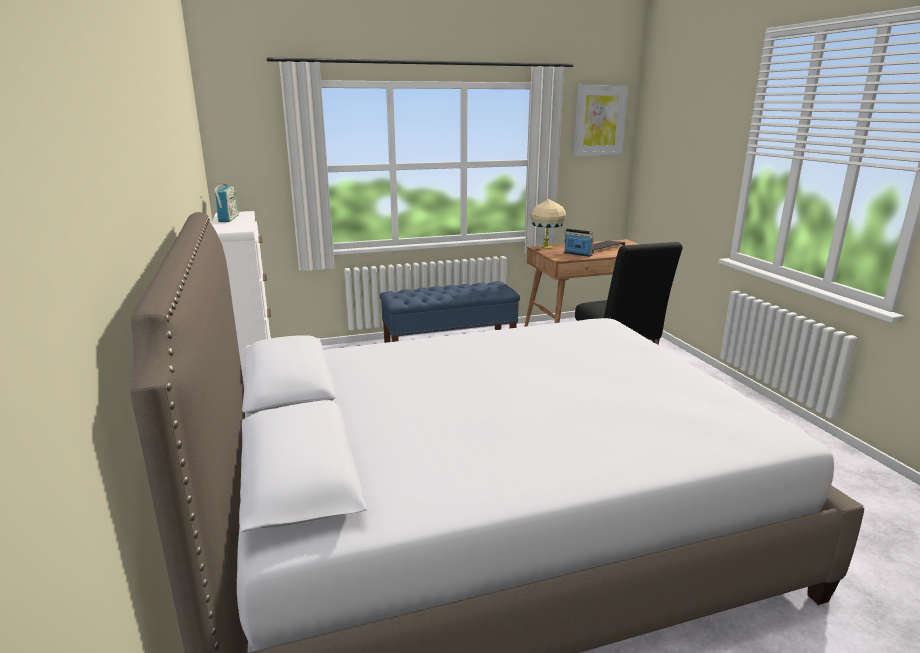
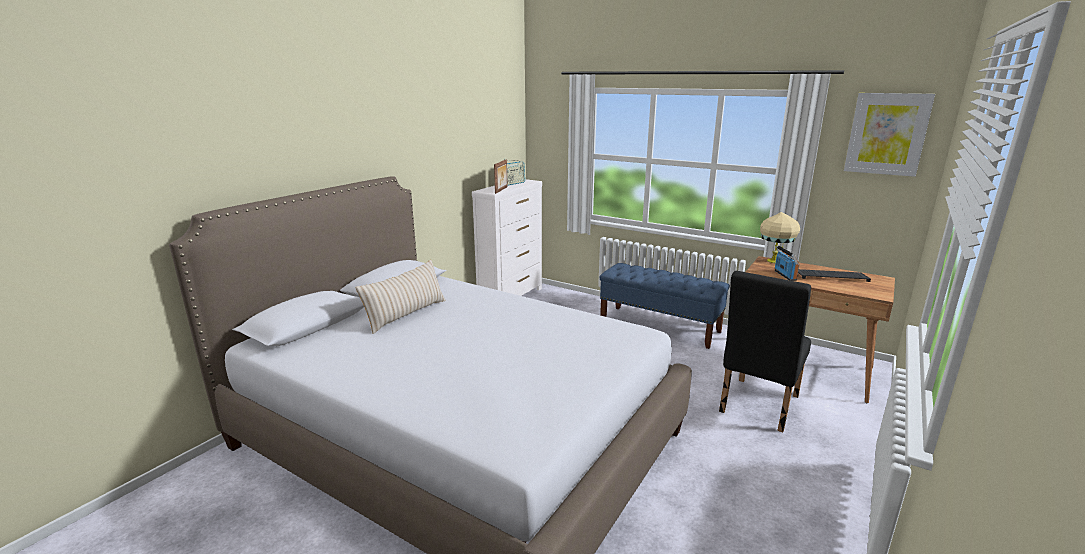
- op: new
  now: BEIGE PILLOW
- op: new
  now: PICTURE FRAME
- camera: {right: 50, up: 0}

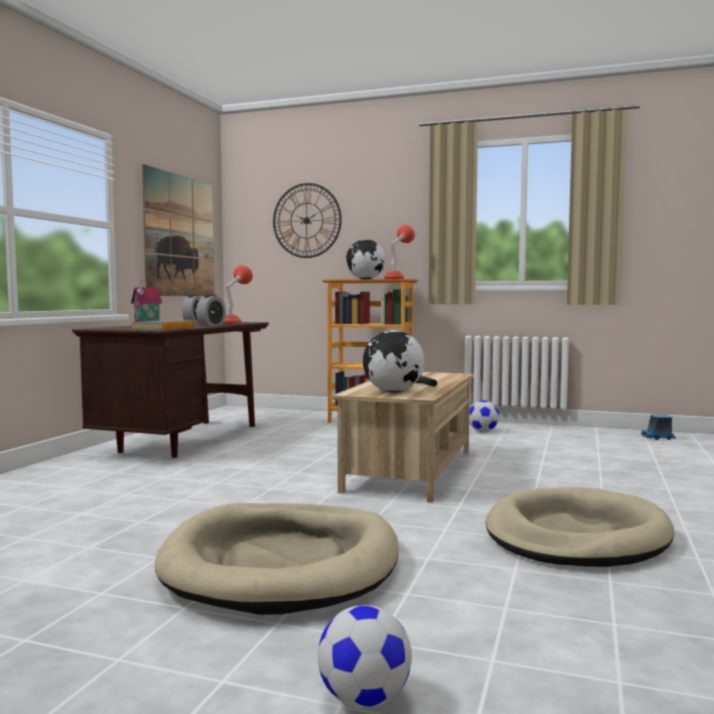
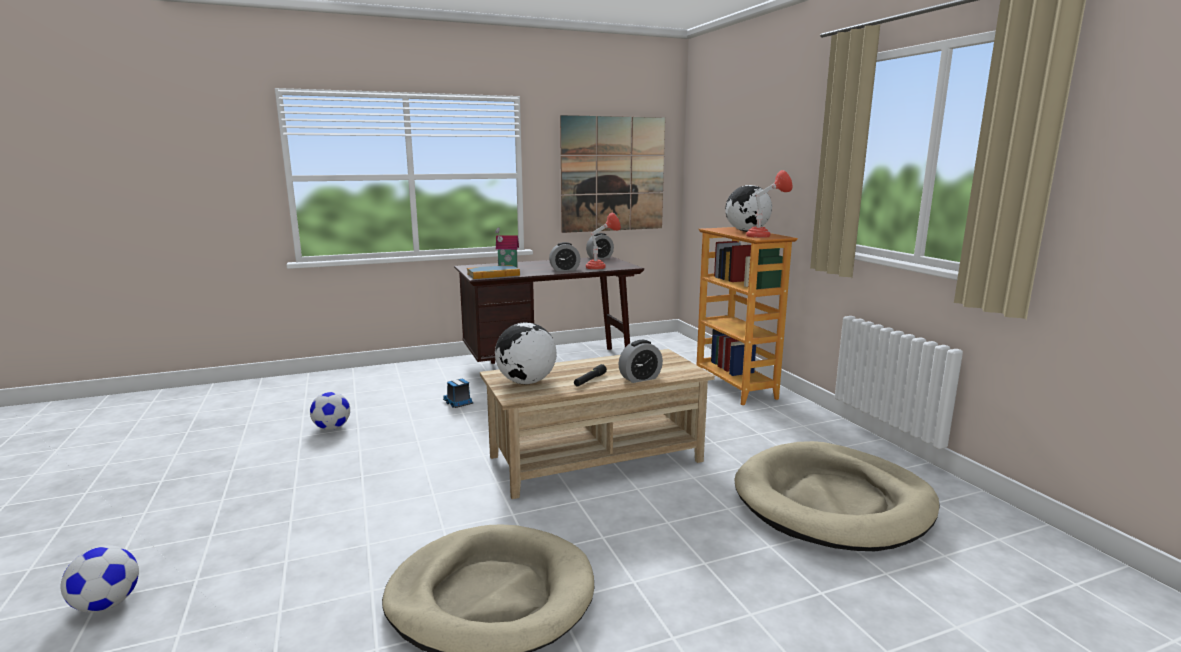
- op: gone
  was: WALL CLOCK
- op: new
  now: ALARM CLOCK (no. 3 from left)
- op: shifted
  was: BEIGE DOG BED (no. 1 from left in the first image)
  now: BEIGE DOG BED (no. 2 from left)
- op: shifted
  was: FOOTBALL (no. 2 from left)
- op: shifted
  was: TOY TRUCK
- camera: {right: 50, up: 10}

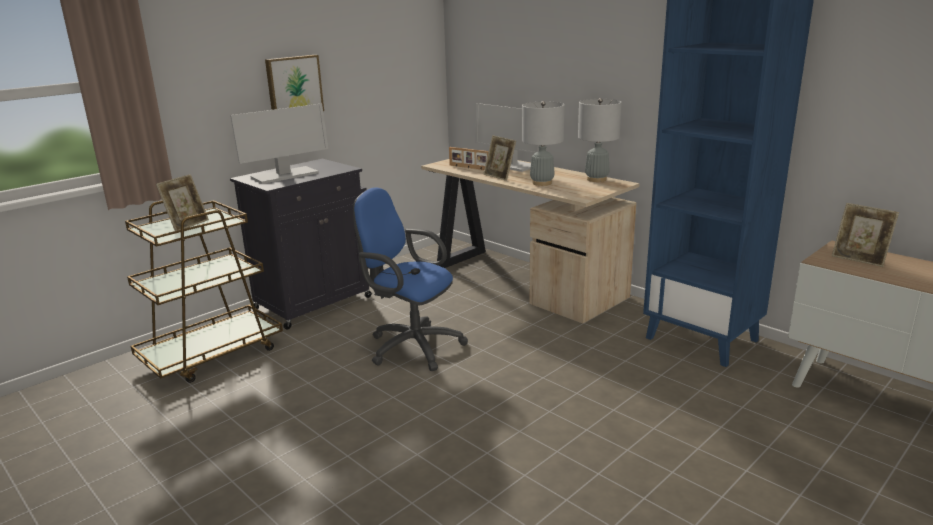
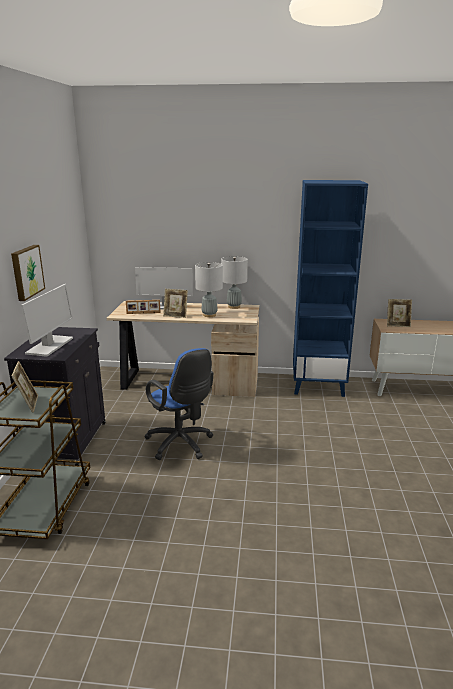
- op: rotated
  was: BLUE OFFICE CHAIR
  clockwise: -120
- camera: {right: -40, up: 0}

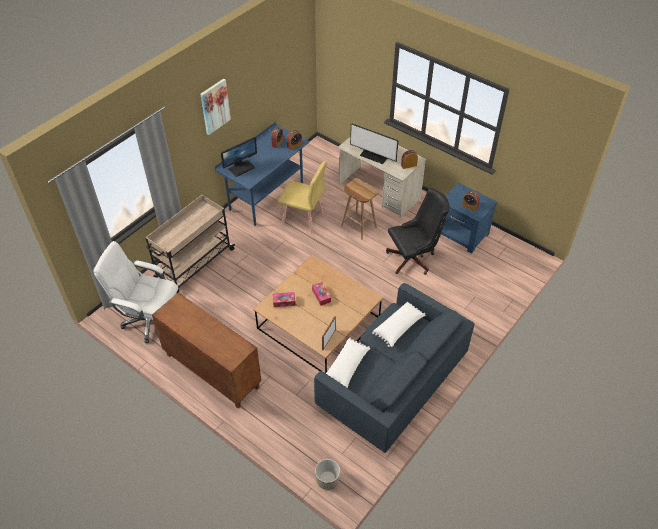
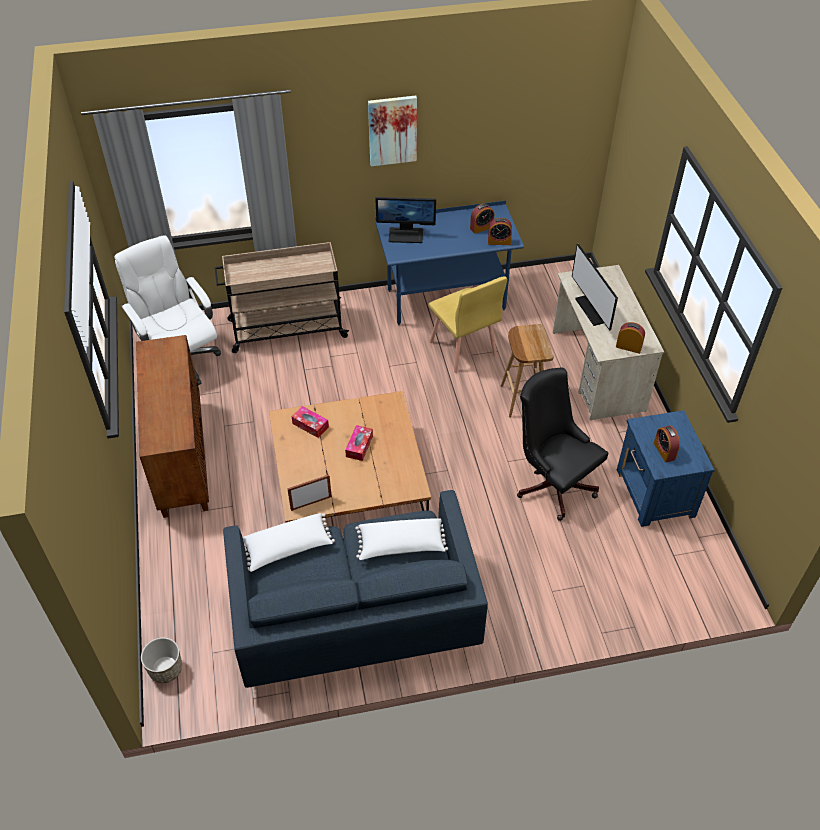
- op: rotated
  was: BLACK OFFICE CHAIR
  clockwise: -150
- camera: {right: 40, up: 0}

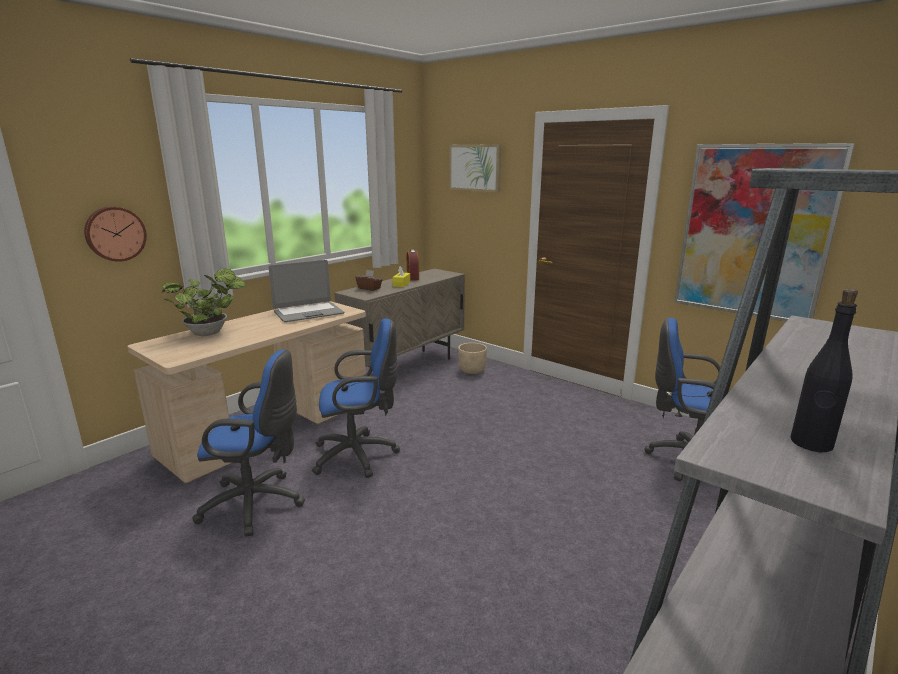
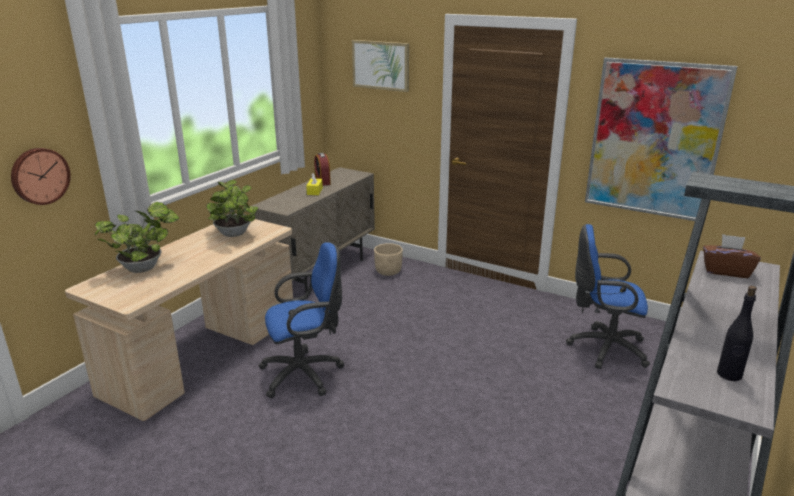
- op: gone
  was: BLUE OFFICE CHAIR (no. 1 from left)
- op: shifted
  was: BROWN TISSUE BOX
- op: swapped
  was: LAPTOP
  now: POTTED PLANT (no. 2 from left)
- camera: {right: -10, up: 5}

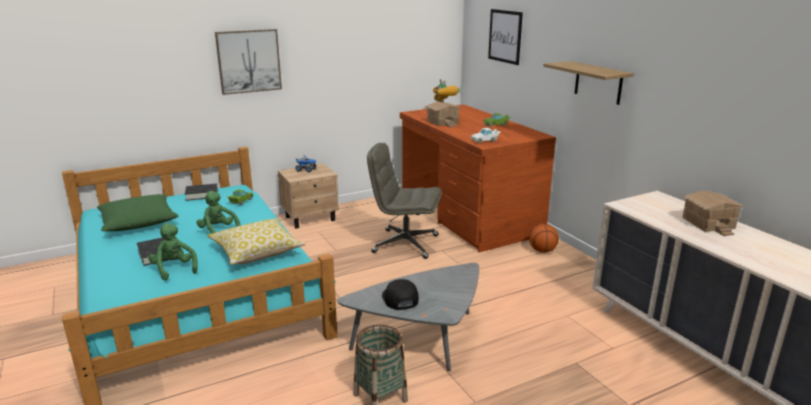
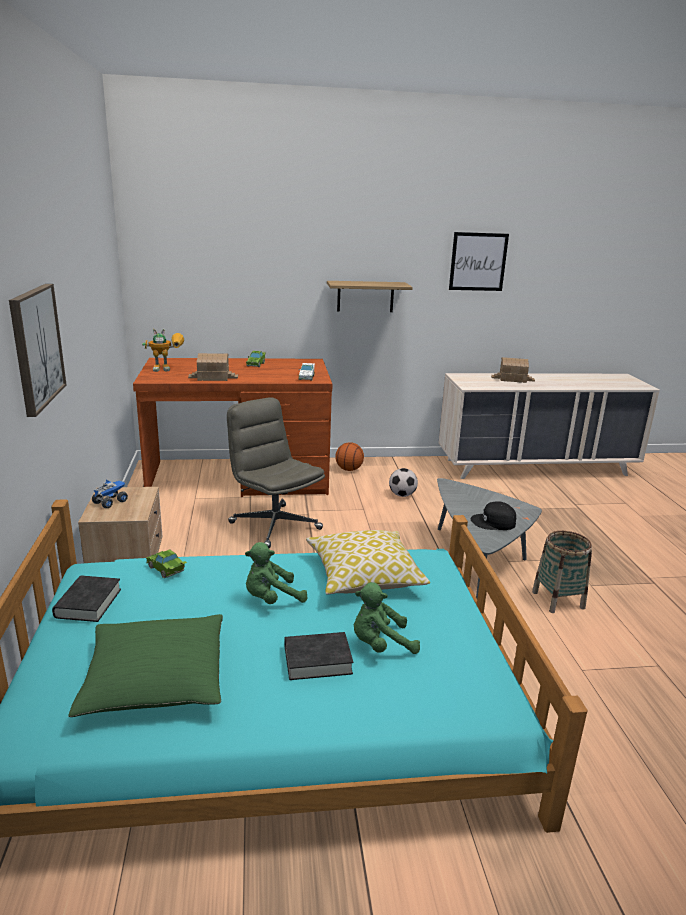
- op: new
  now: FOOTBALL
- op: shifted
  was: PICTURE (no. 2 from left)
- op: rotated
  was: GREY OFFICE CHAIR
  clockwise: 105
- camera: {right: -70, up: 0}

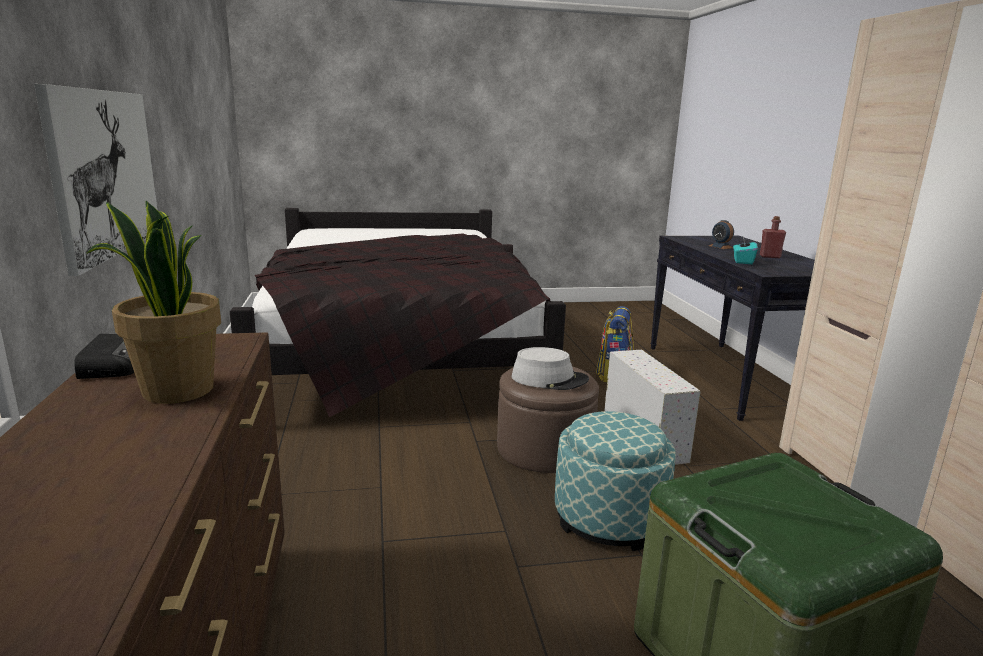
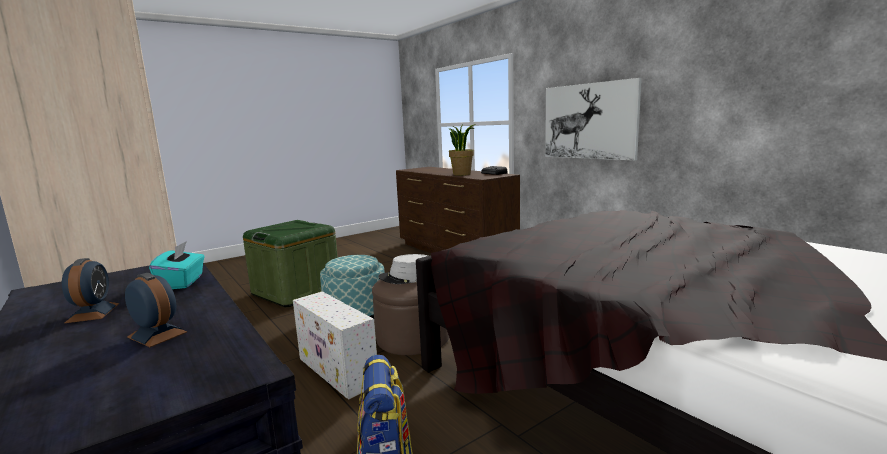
- op: swapped
  was: RED BOTTLE
  now: ALARM CLOCK (no. 1 from left)
- camera: {right: 155, up: -5}

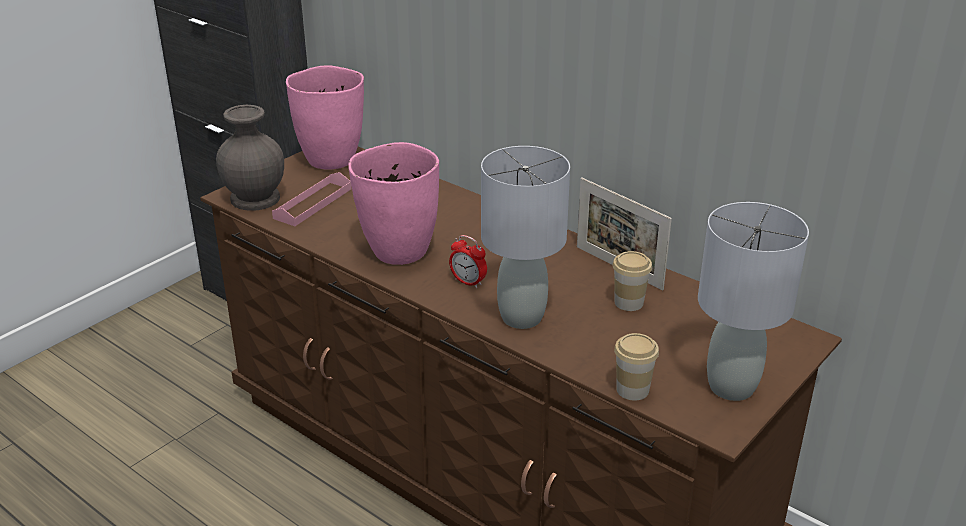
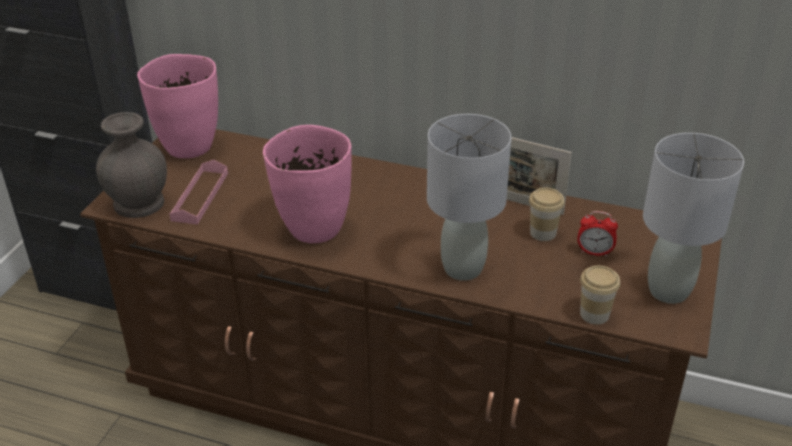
- op: shifted
  was: ALARM CLOCK
- camera: {right: -20, up: 5}

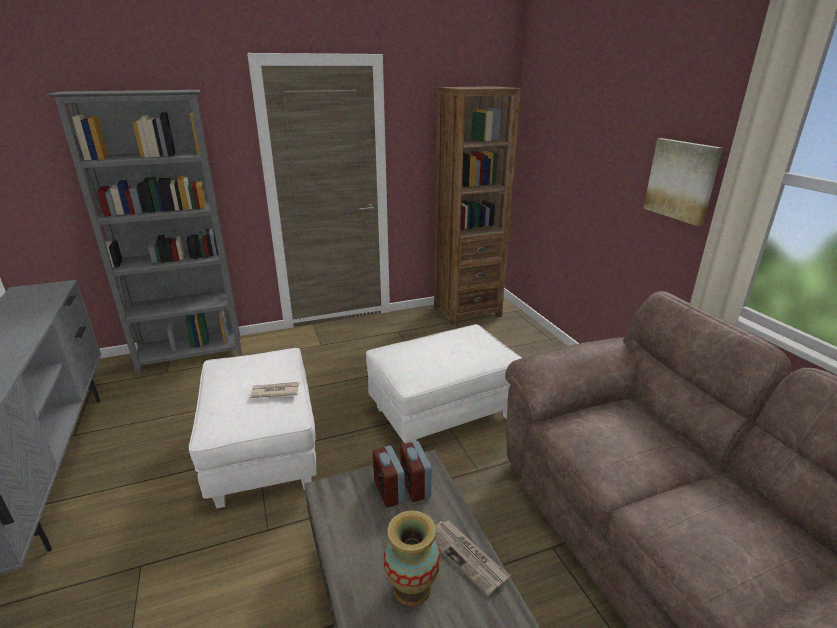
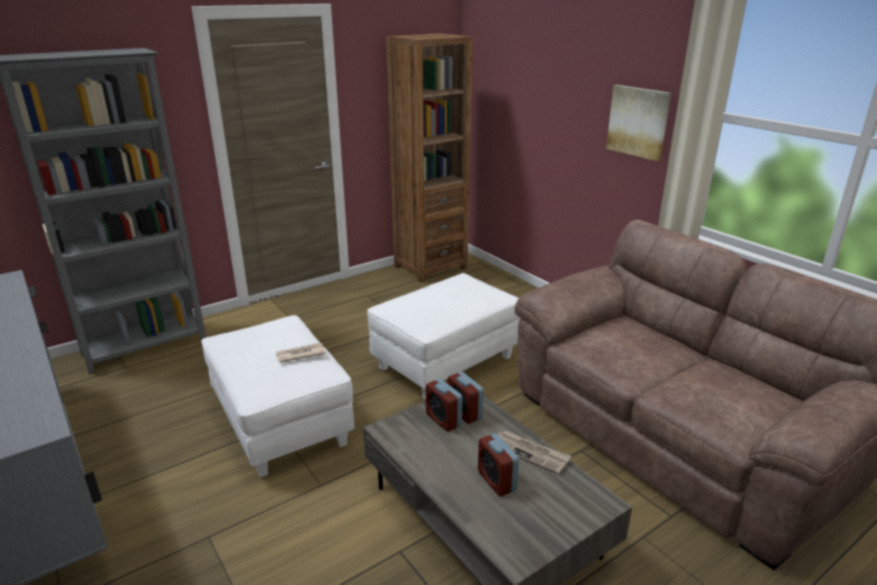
- op: swapped
  was: VASE
  now: ALARM CLOCK (no. 3 from left)
- camera: {right: -15, up: 0}

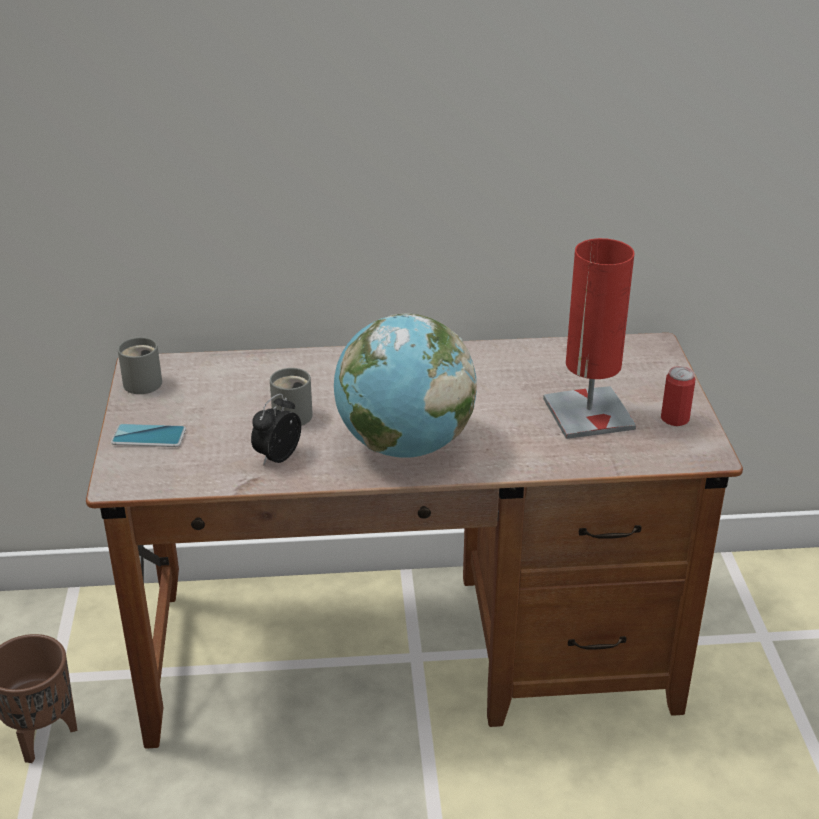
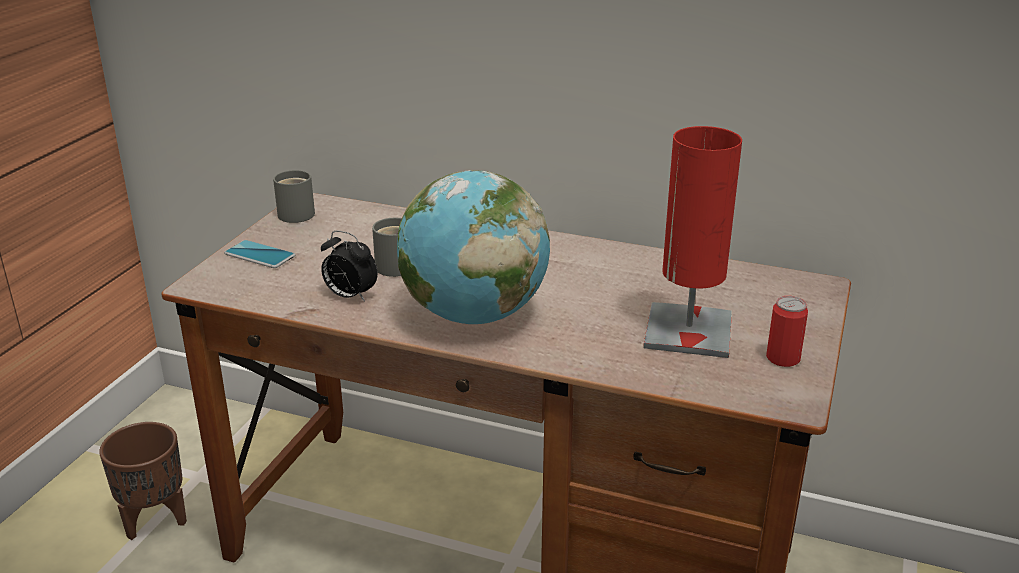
- op: rotated
  was: ALARM CLOCK
  clockwise: -120
- camera: {right: 25, up: -5}

